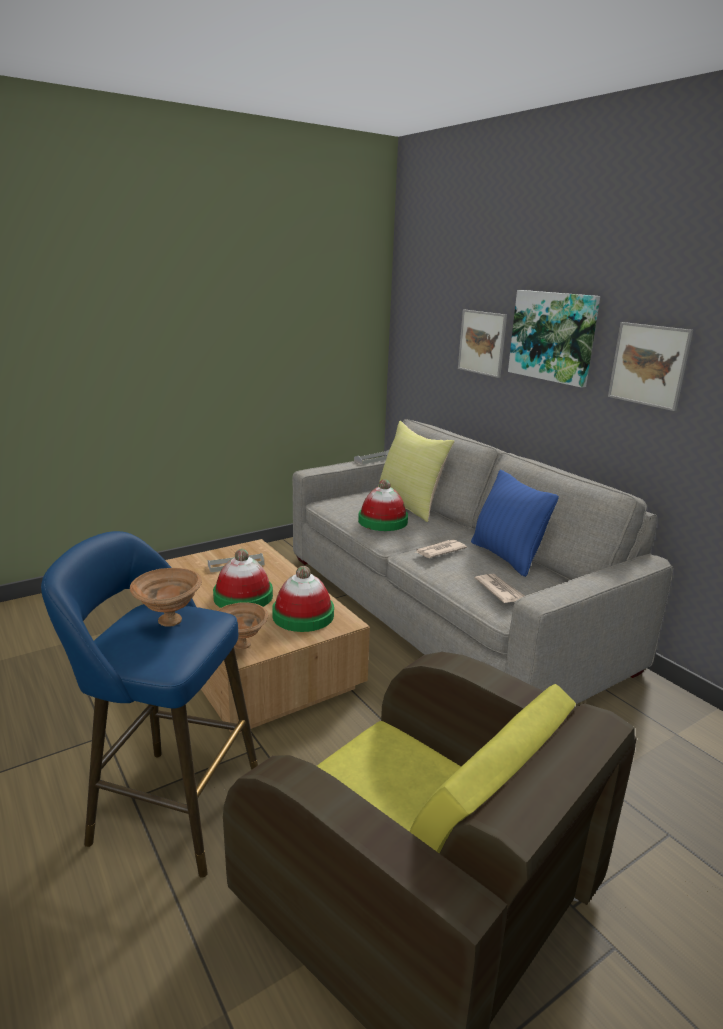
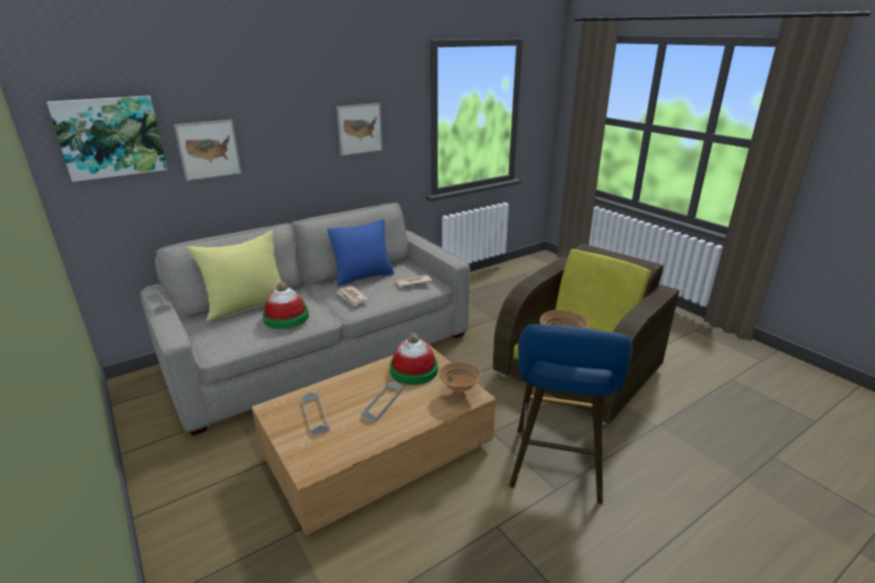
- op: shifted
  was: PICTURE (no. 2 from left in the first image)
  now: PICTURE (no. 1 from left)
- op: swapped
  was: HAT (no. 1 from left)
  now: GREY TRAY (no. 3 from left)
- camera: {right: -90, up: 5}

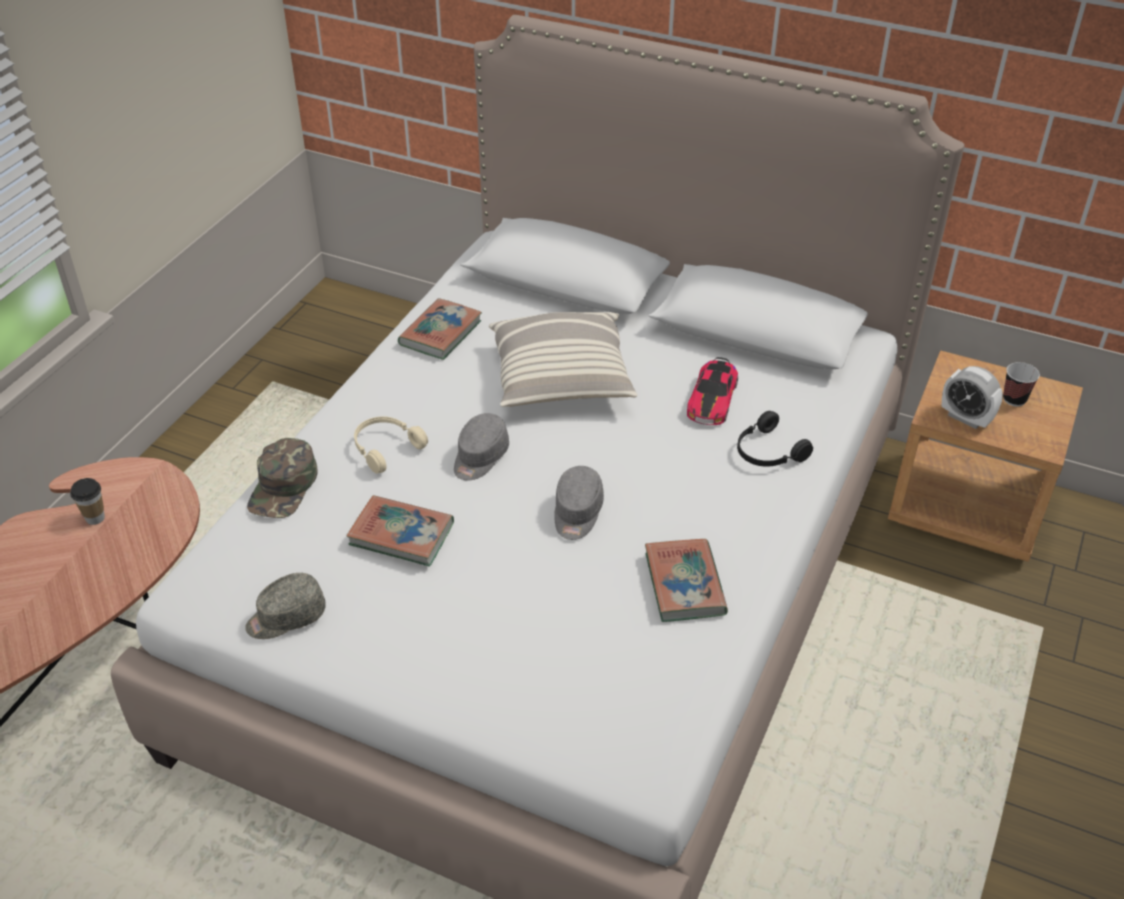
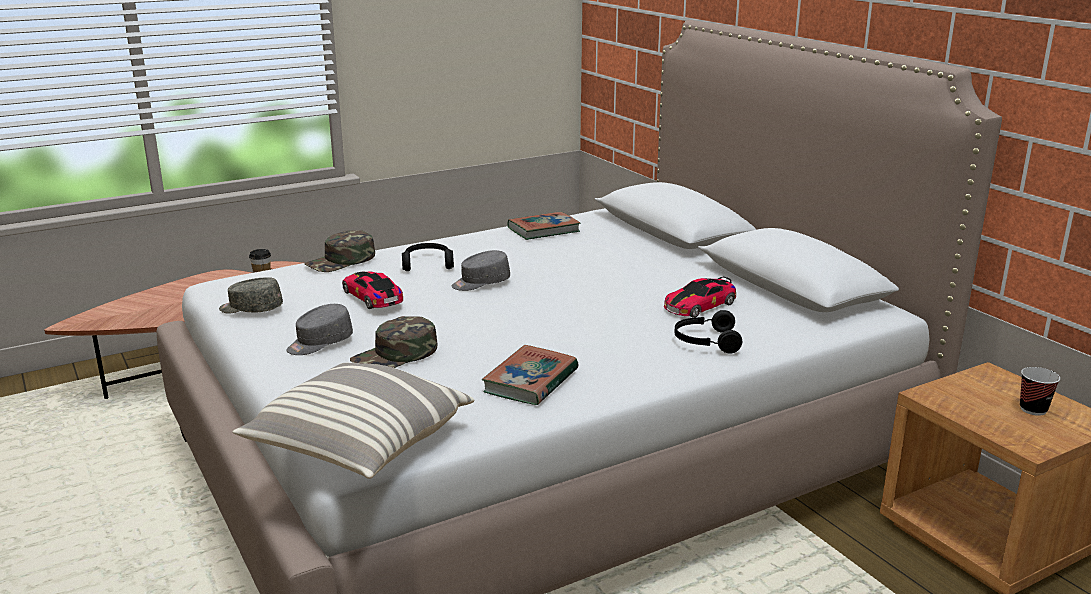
- op: gone
  was: ALARM CLOCK
- op: new
  now: GREEN CAP (no. 2 from left)
- op: shifted
  was: PILLOW
- op: shifted
  was: GREY CAP (no. 3 from left in the first image)
  now: GREY CAP (no. 2 from left)
- op: swapped
  was: BOOK (no. 1 from left)
  now: TOY CAR (no. 1 from left)
- op: repainted
  was: BEIGE HEADPHONES
  now: BLACK HEADPHONES (no. 1 from left)
- camera: {right: 35, up: -20}

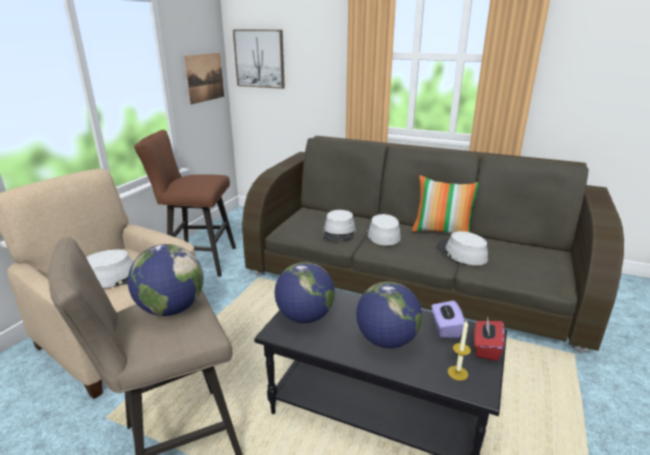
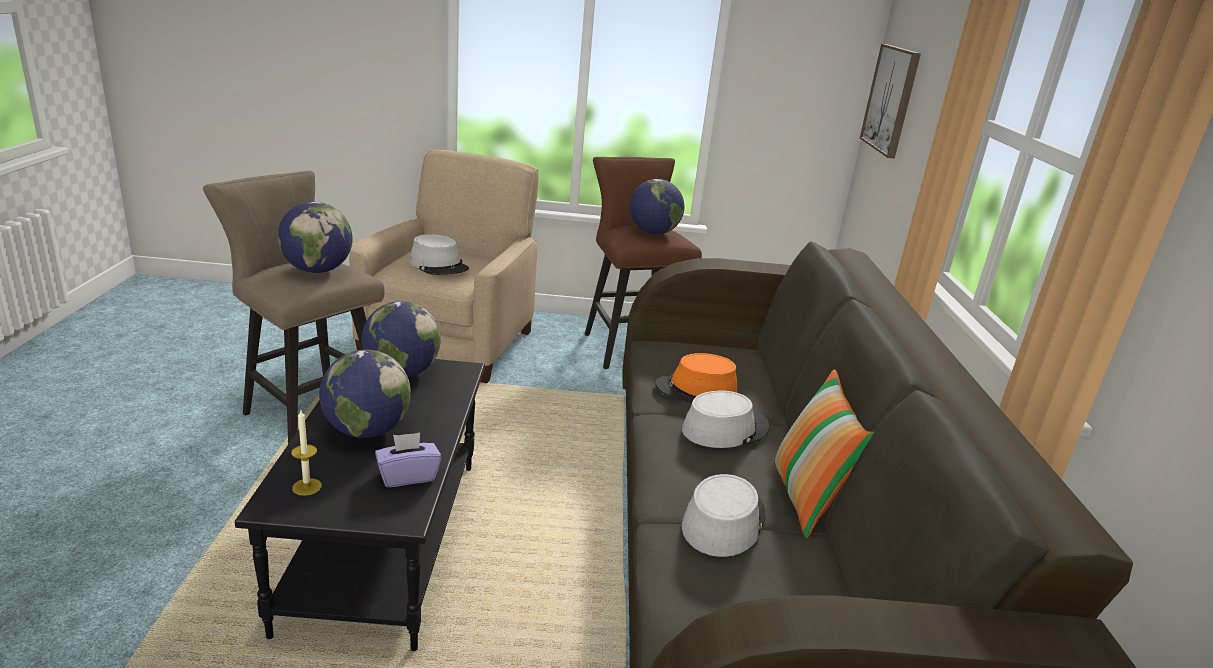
- op: gone
  was: PICTURE (no. 1 from left)
- op: gone
  was: RED TISSUE BOX
- op: new
  now: GLOBE (no. 4 from left)
- op: repainted
  was: GREY HAT (no. 2 from left)
  now: ORANGE HAT
- camera: {right: 65, up: 0}

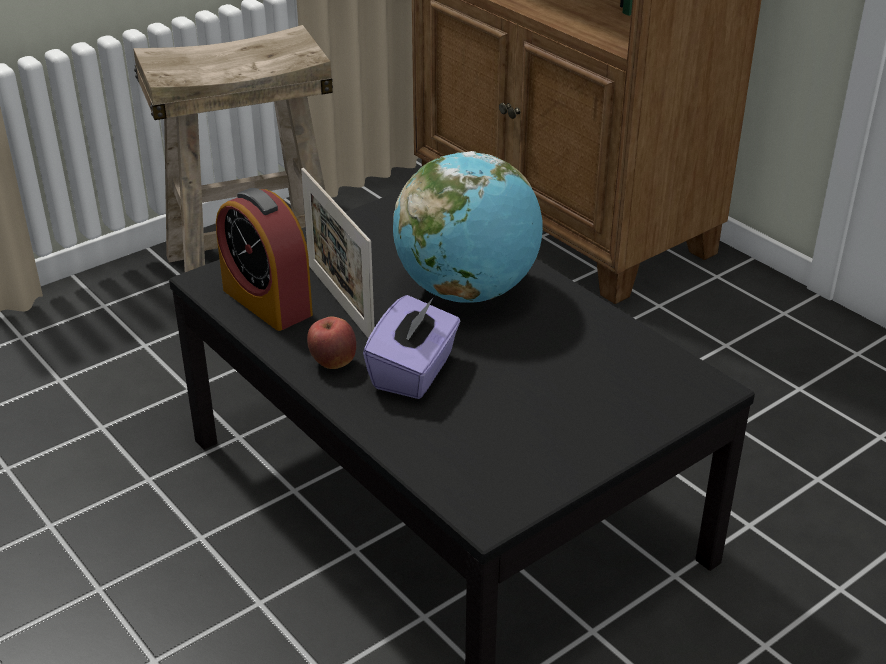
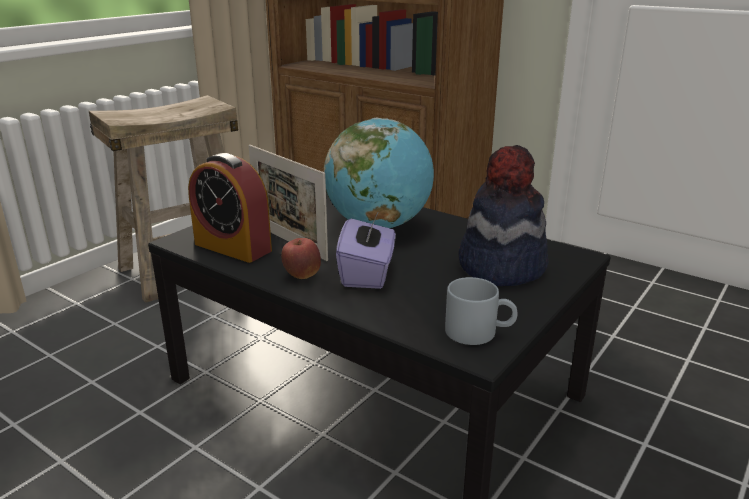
- op: new
  now: GREY MUG
- op: new
  now: HAT
- camera: {right: -15, up: -10}

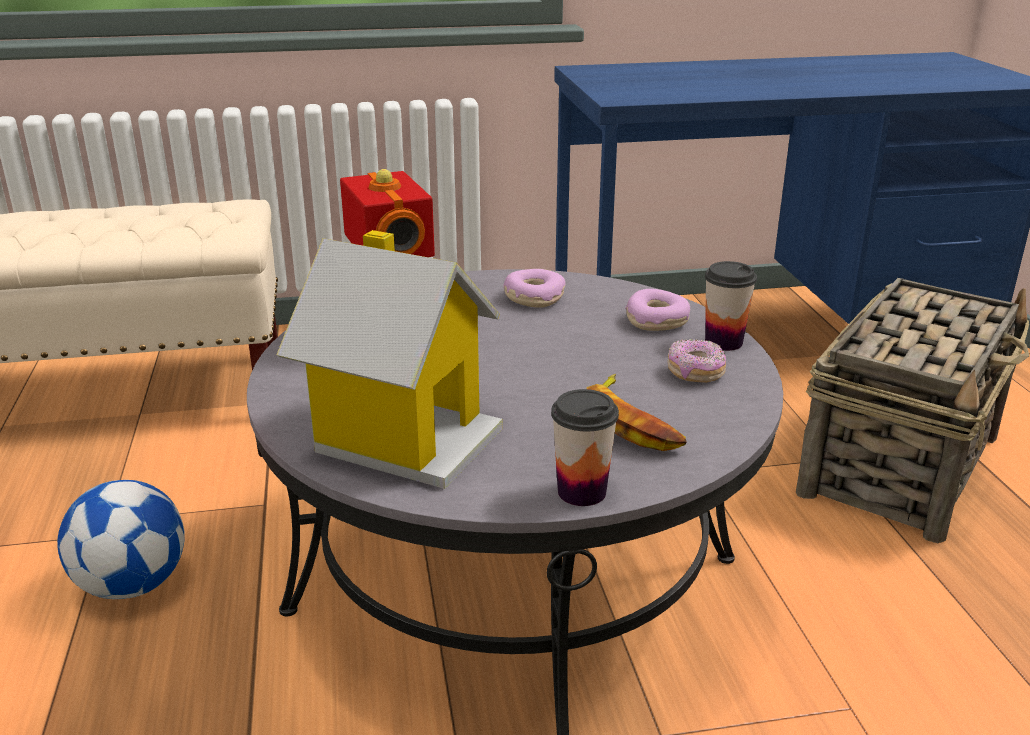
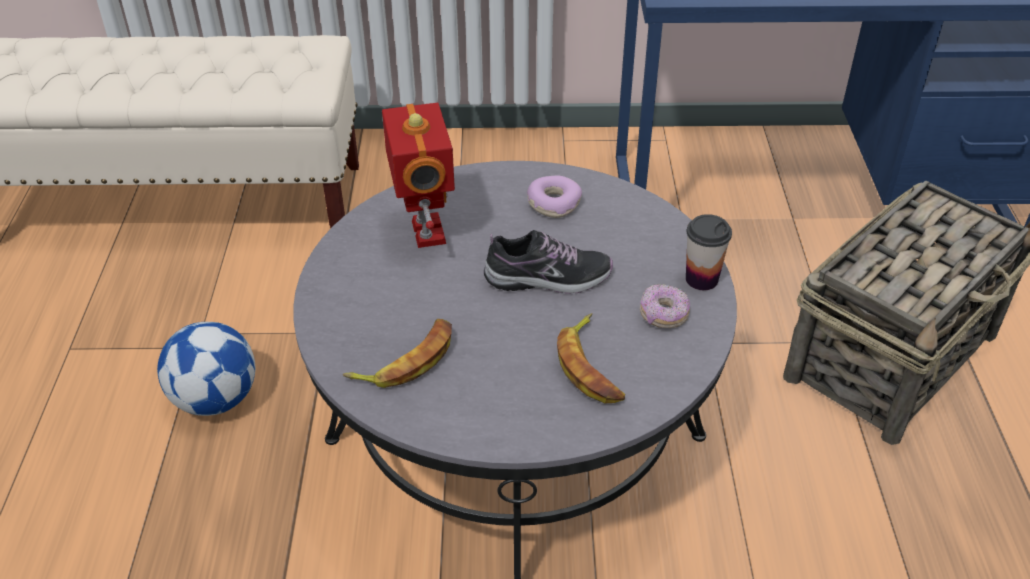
- op: gone
  was: CUP (no. 1 from left)
- op: gone
  was: DONUT (no. 2 from left)
- op: new
  now: SHOE
- op: swapped
  was: TOY HOUSE
  now: BANANA (no. 1 from left)
- camera: {right: 10, up: 15}

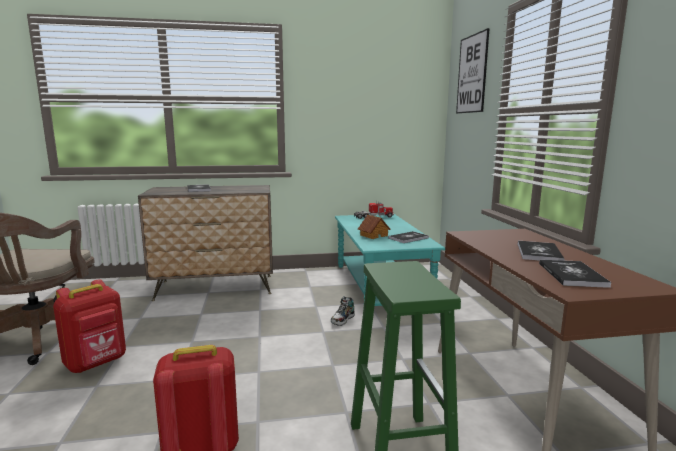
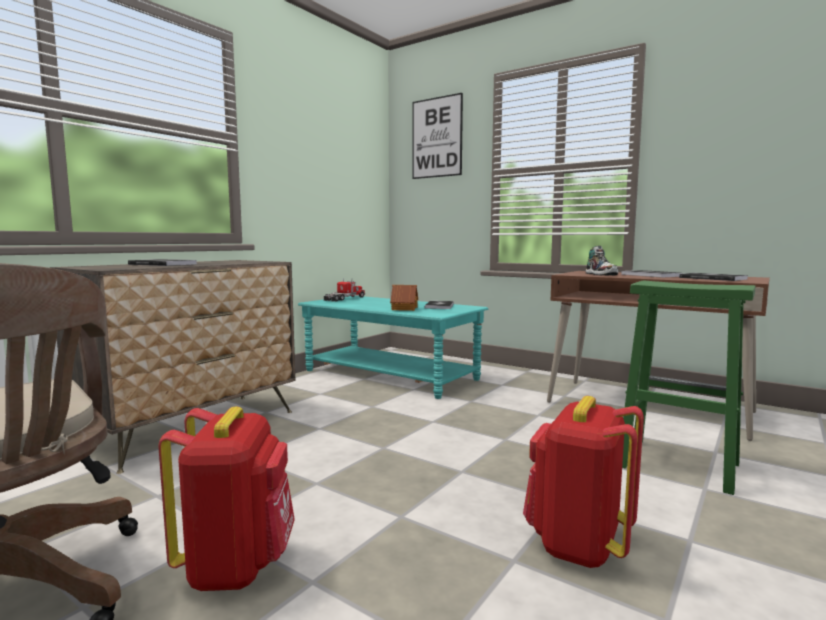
- op: shifted
  was: SHOE
- camera: {right: -45, up: -5}

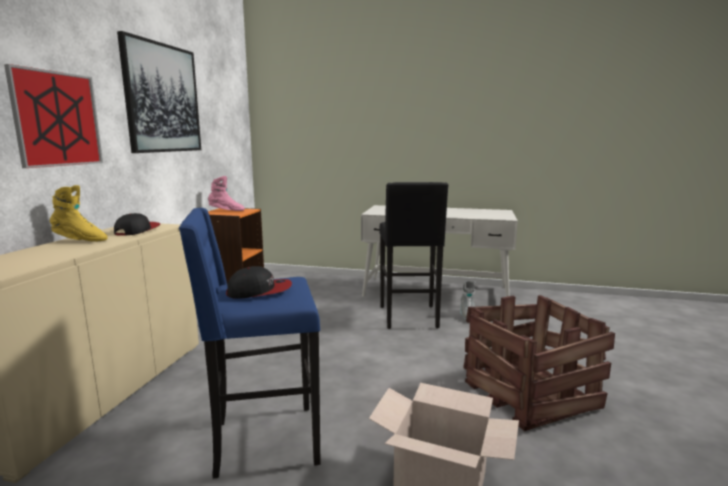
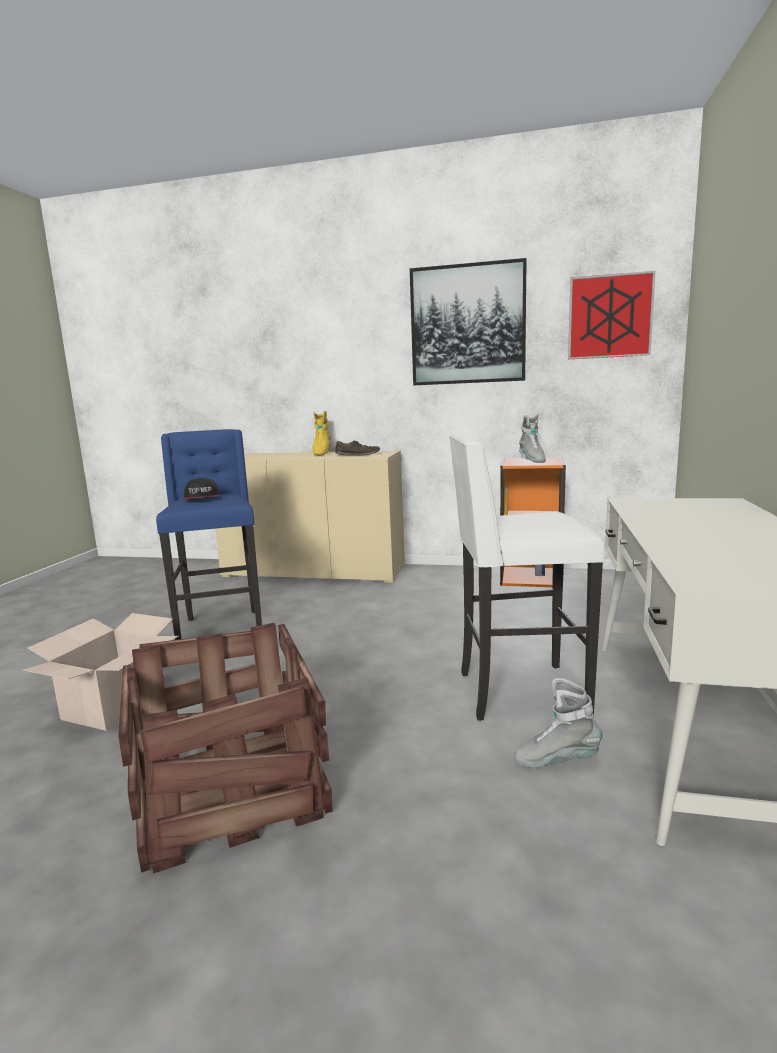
- op: shifted
  was: PICTURE (no. 1 from left in the first image)
  now: PICTURE (no. 2 from left)
- op: swapped
  was: CAP (no. 1 from left)
  now: BROWN SHOE
- op: repainted
  was: PINK BOOT
  now: GREY BOOT (no. 1 from left)
- op: repainted
  was: BLACK STOOL
  now: WHITE STOOL
- camera: {right: 90, up: 0}

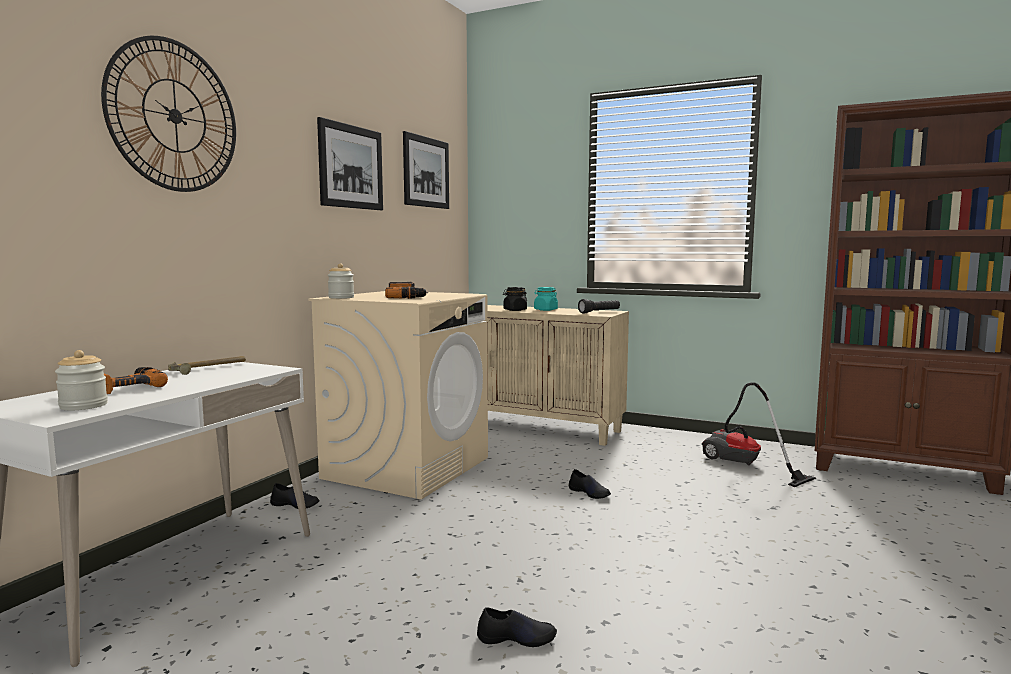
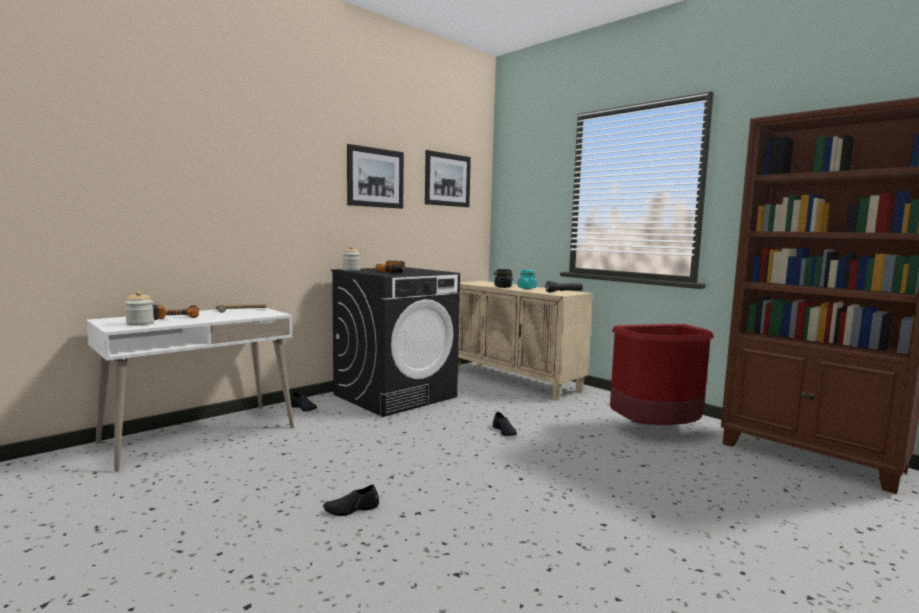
- op: gone
  was: WALL CLOCK
- op: swapped
  was: VACUUM CLEANER
  now: RED TRASH CAN
- op: repainted
  was: BEIGE WASHING MACHINE
  now: BLACK WASHING MACHINE
- op: rotated
  was: BLACK SHOE (no. 2 from left)
  clockwise: 135
- camera: {right: 20, up: 0}

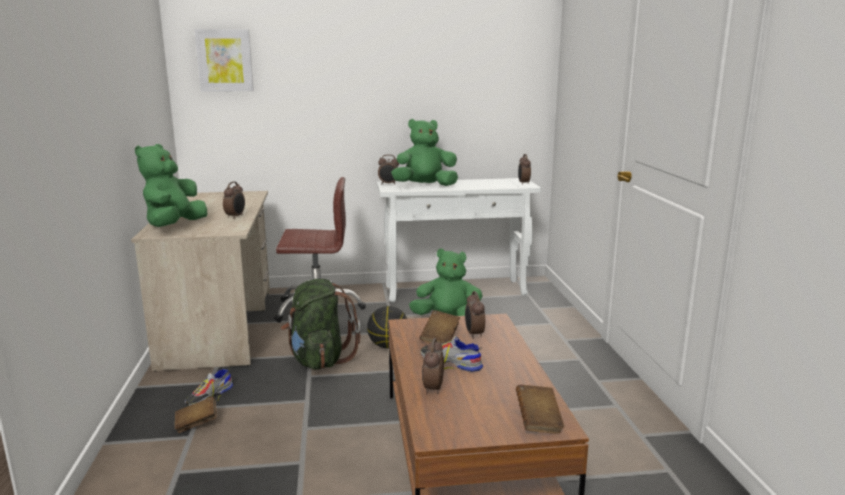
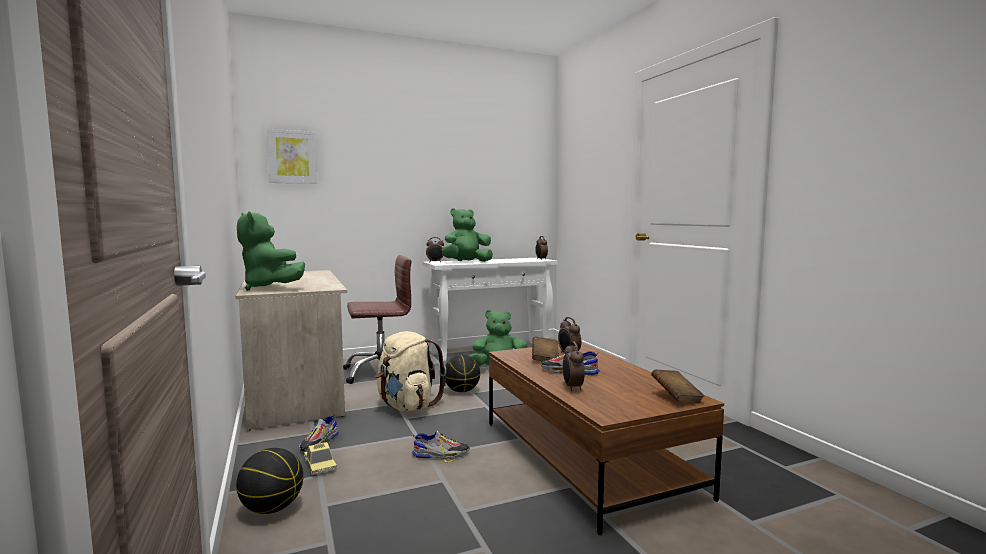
- op: gone
  was: ALARM CLOCK (no. 1 from left)
- op: new
  now: BASKETBALL (no. 1 from left)
- op: new
  now: SHOE (no. 2 from left)
- op: swapped
  was: BROWN BOOK (no. 1 from left)
  now: TOY CAR
- op: repainted
  was: GREEN BACKPACK
  now: BEIGE BACKPACK
- op: rotated
  was: GREEN PLUSH TOY (no. 1 from left)
  clockwise: -45
- camera: {right: -15, up: -10}

